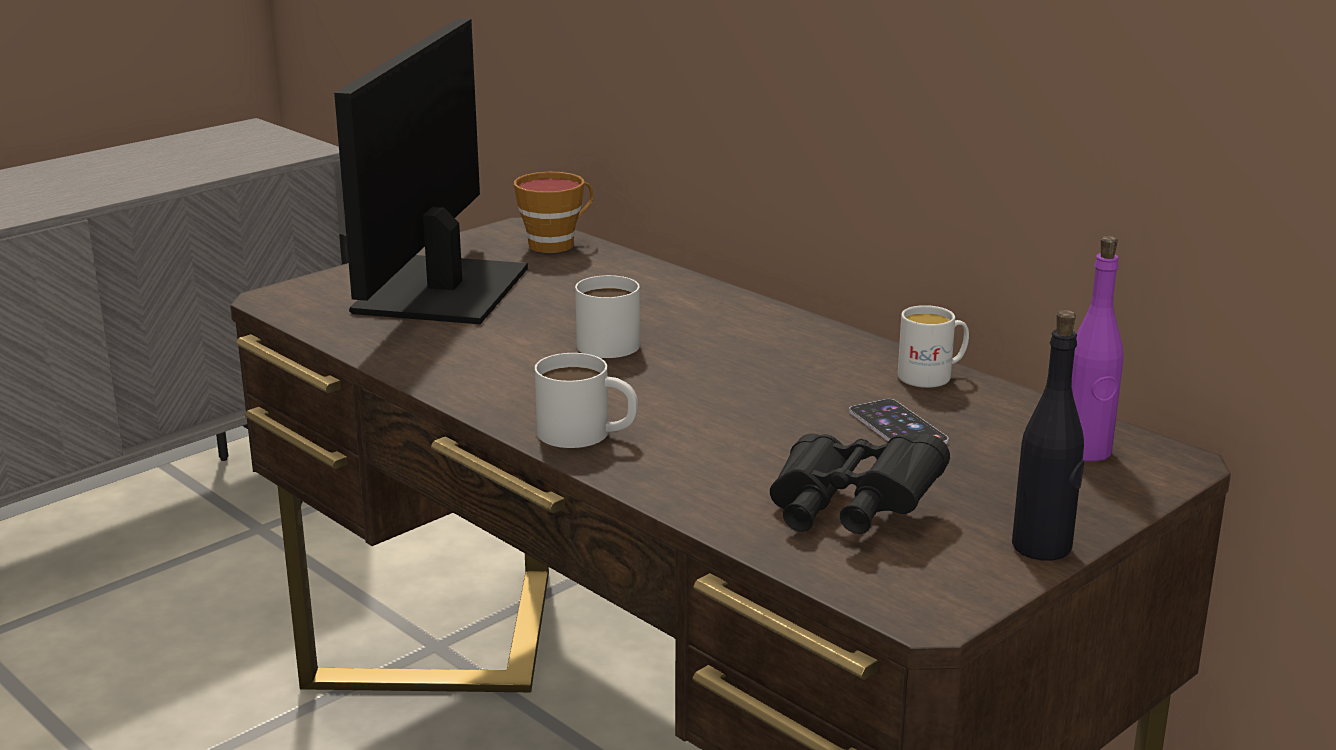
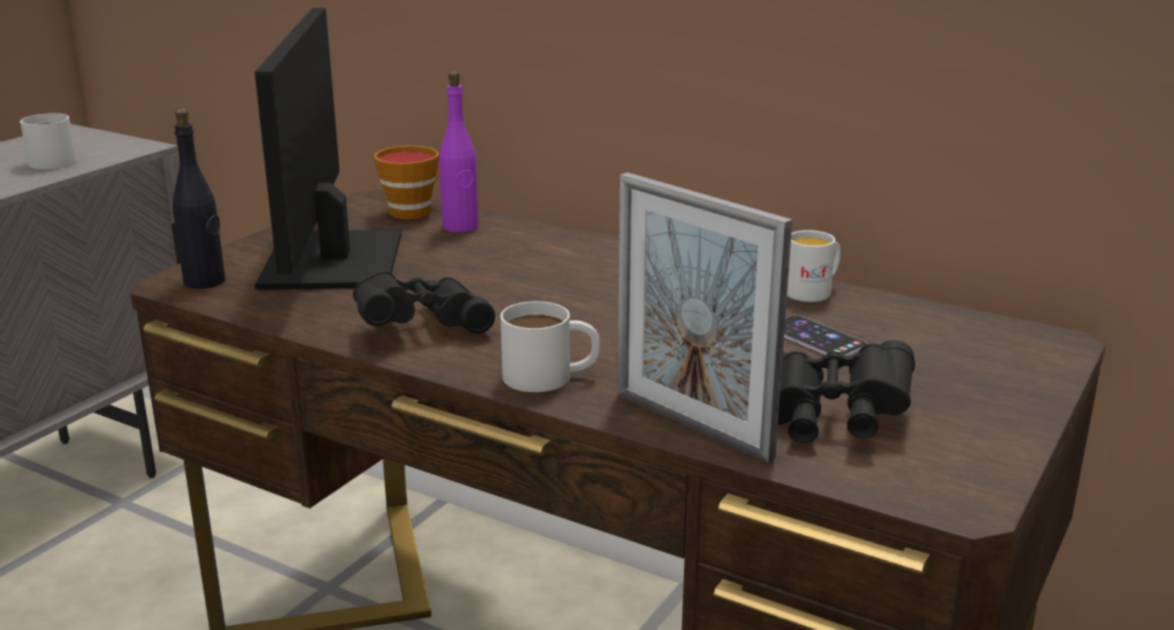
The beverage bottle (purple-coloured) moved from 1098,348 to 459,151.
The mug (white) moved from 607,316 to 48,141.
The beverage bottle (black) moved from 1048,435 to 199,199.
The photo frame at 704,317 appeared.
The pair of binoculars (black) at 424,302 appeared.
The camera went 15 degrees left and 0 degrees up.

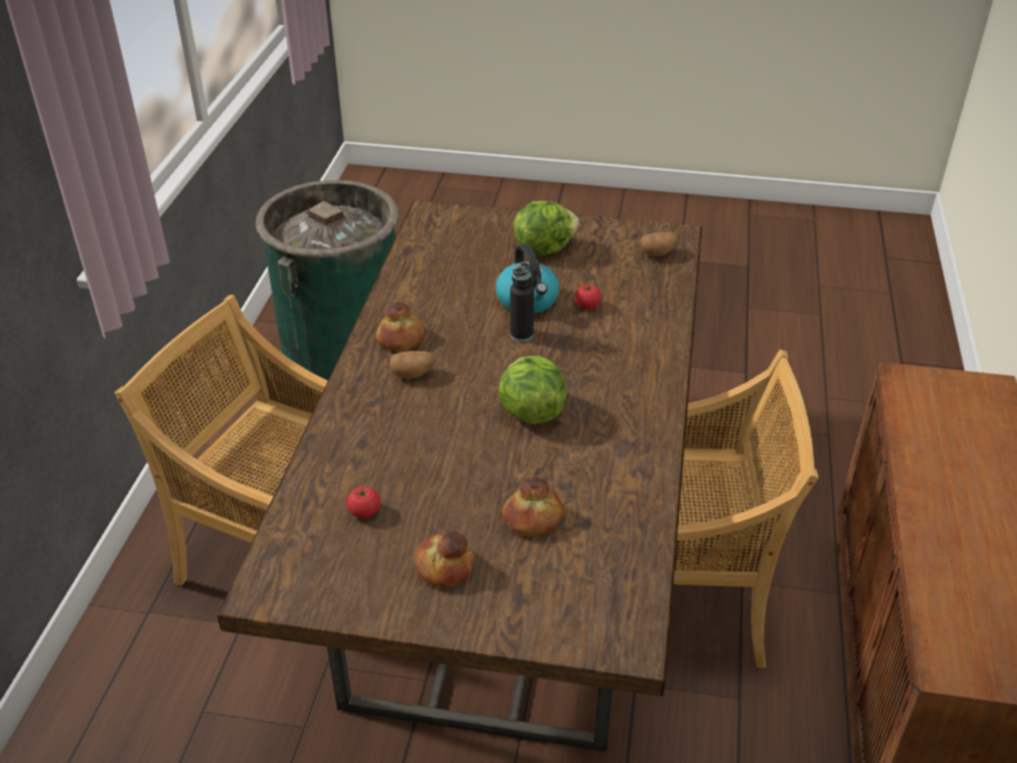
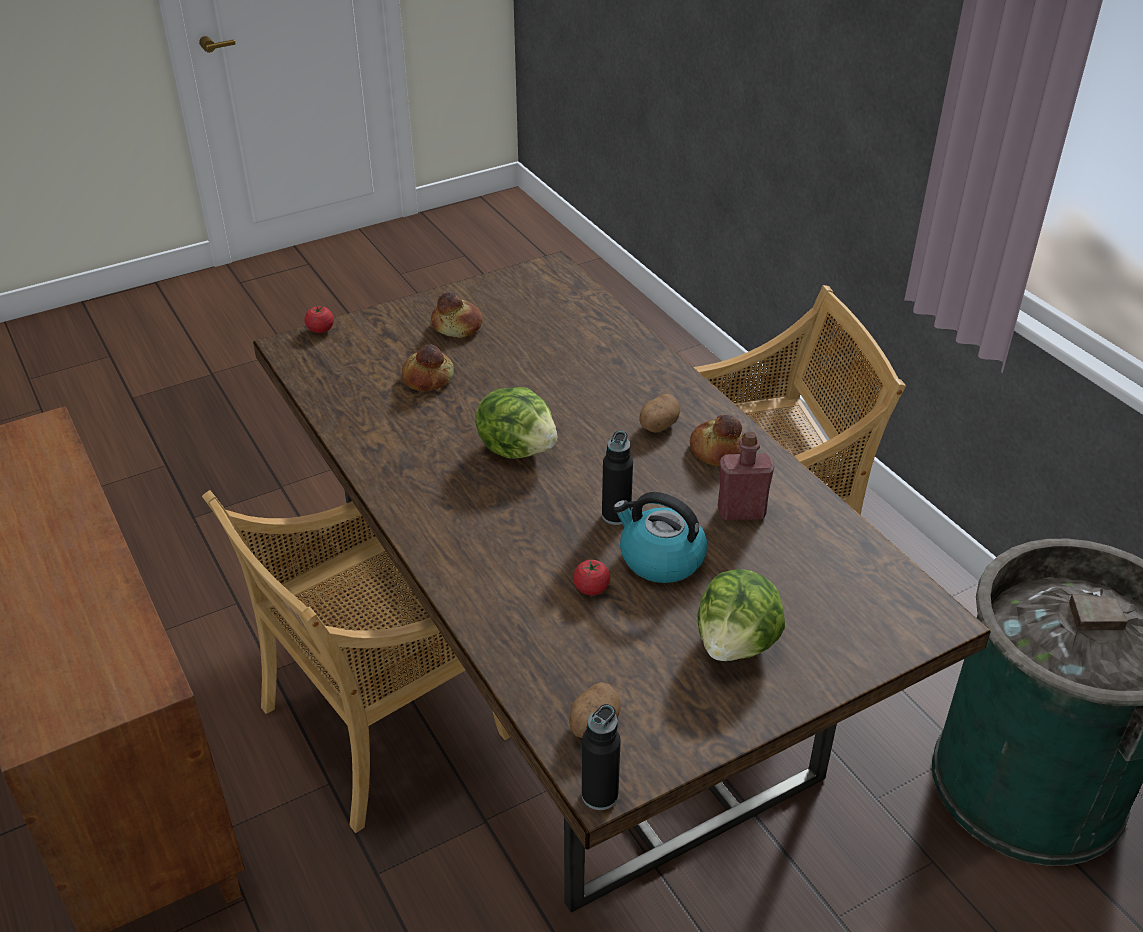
The whole tomato moved from 363,502 to 319,319.
The beverage bottle (red) at 746,476 appeared.
The beverage bottle (black) at 601,757 appeared.
The camera went 140 degrees right and 0 degrees up.

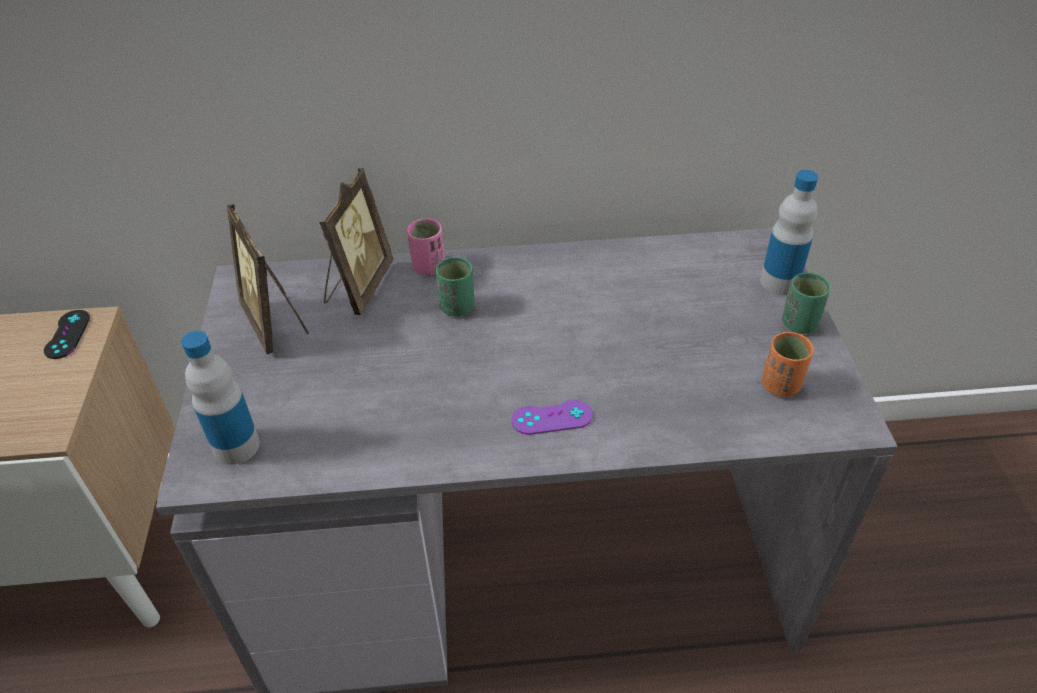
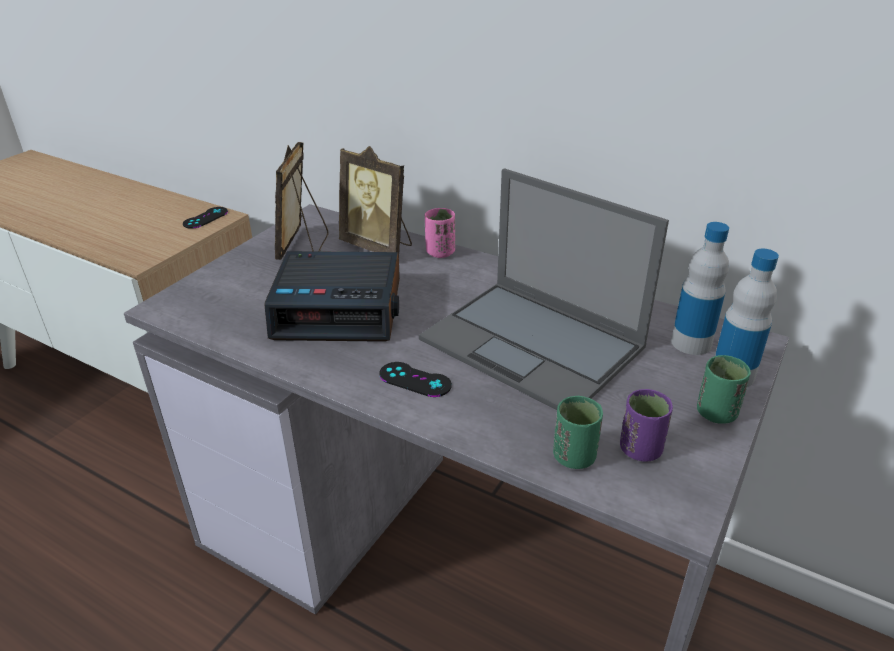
The photo frame at 356,241 turned 75 degrees clockwise.
The drinking cup (greenish) moved from 455,286 to 578,432.
The beverage bottle moved from 220,398 to 700,288.
The drinking cup (orange) at 788,364 became the drinking cup (purple-coloured) at 646,425.
The game controller (purple-coloured) at 552,417 became the game controller (black) at 415,379.
The notebook computer at 544,289 appeared.
The alarm clock at 332,296 appeared.
The camera went 35 degrees right and 10 degrees down.

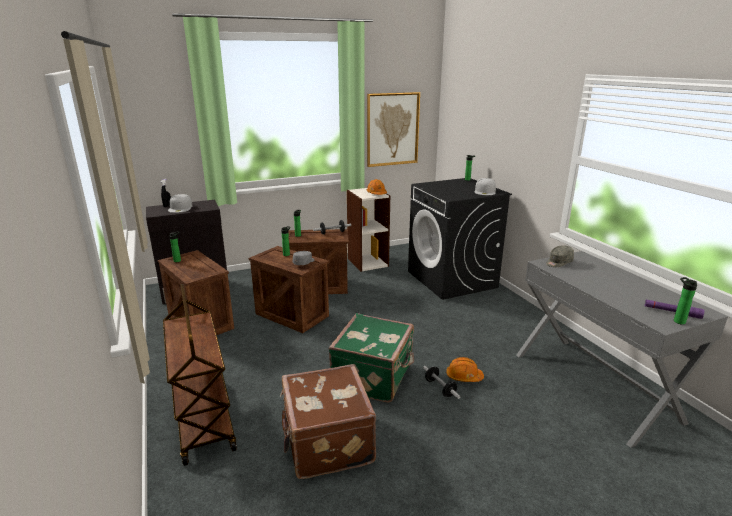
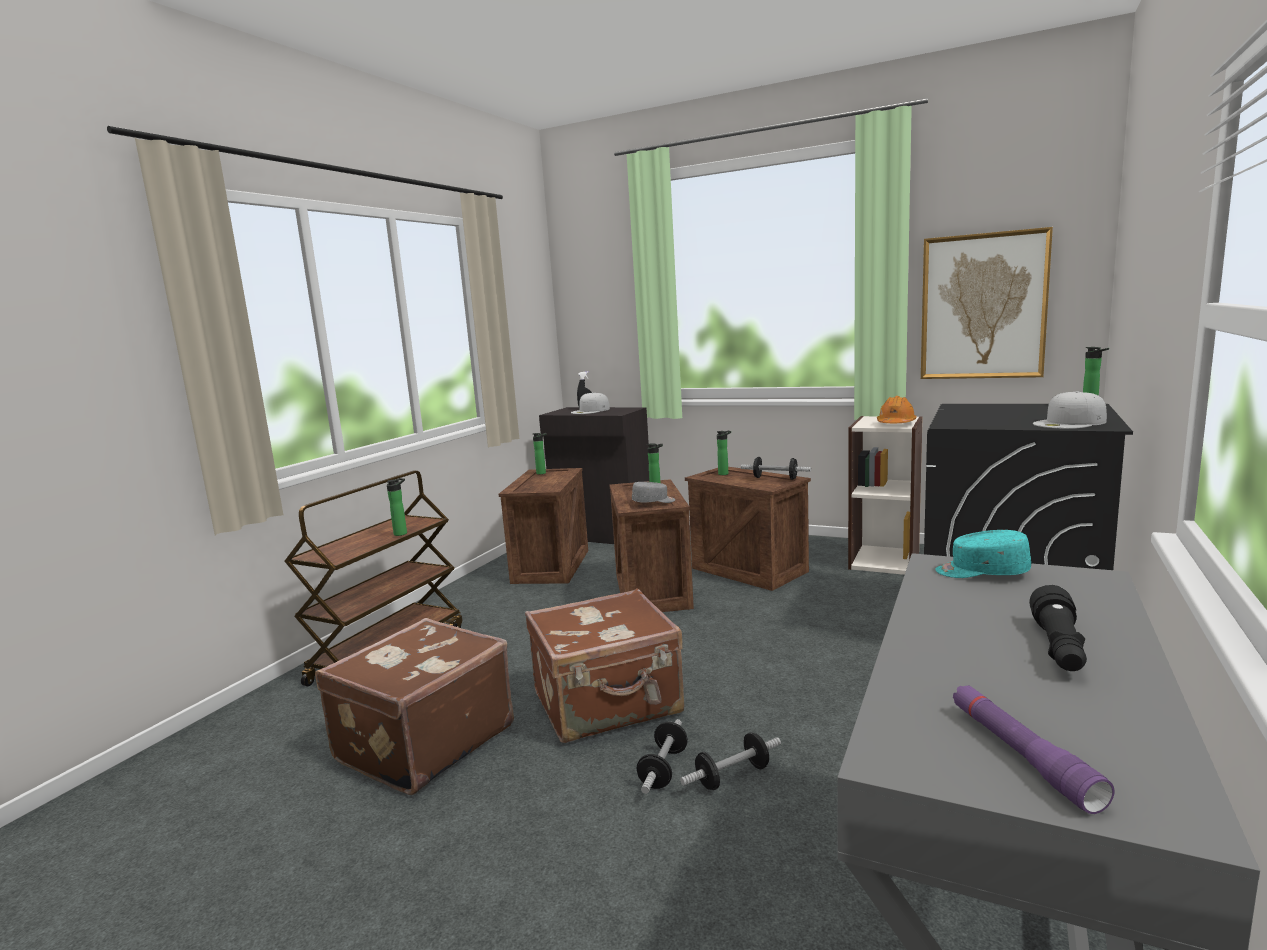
The cap (gray) at 560,256 became the cap (turquoise-coloured) at 983,554.
The beverage bottle moved from 685,301 to 397,507.
The travel case (greenish) at 371,358 became the travel case (brownish) at 604,665.
The work helmet (orange) at 465,369 was replaced by the free weight at 730,761.
The torch (black) at 1058,628 appeared.
The camera went 50 degrees right and 10 degrees down.

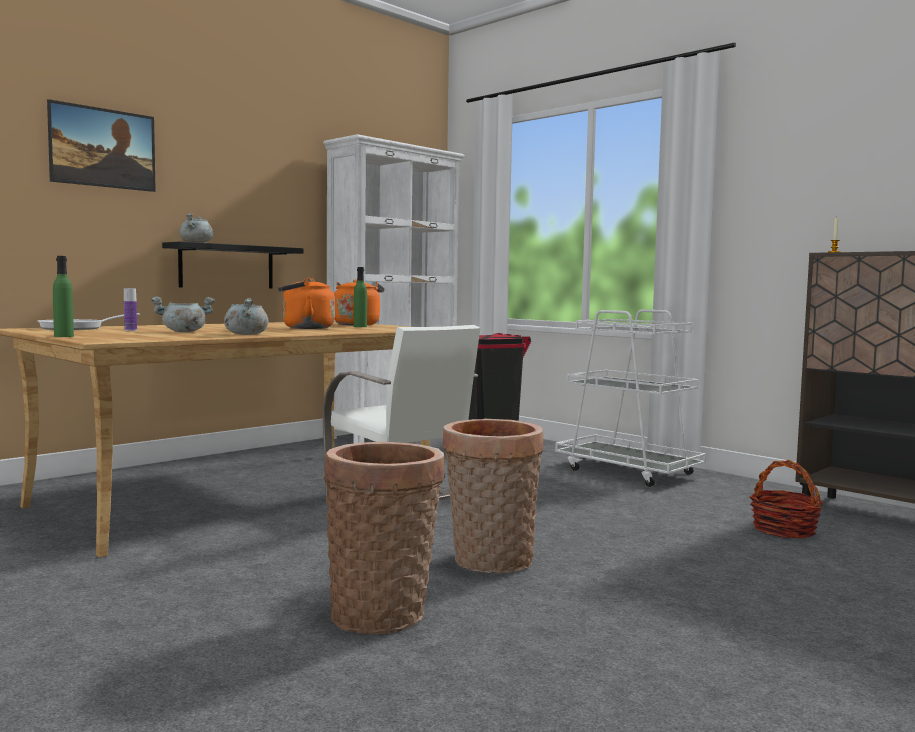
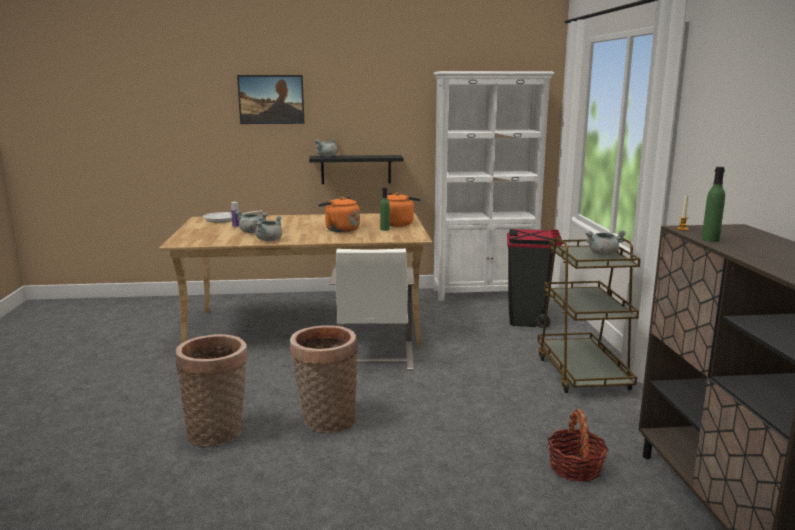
The beverage bottle (greenish) moved from 63,296 to 713,204.
The cart (white) at 630,398 became the cart (brownish) at 589,314.
The cooking pot (gray) at 606,243 appeared.
The camera went 40 degrees right and 10 degrees up.

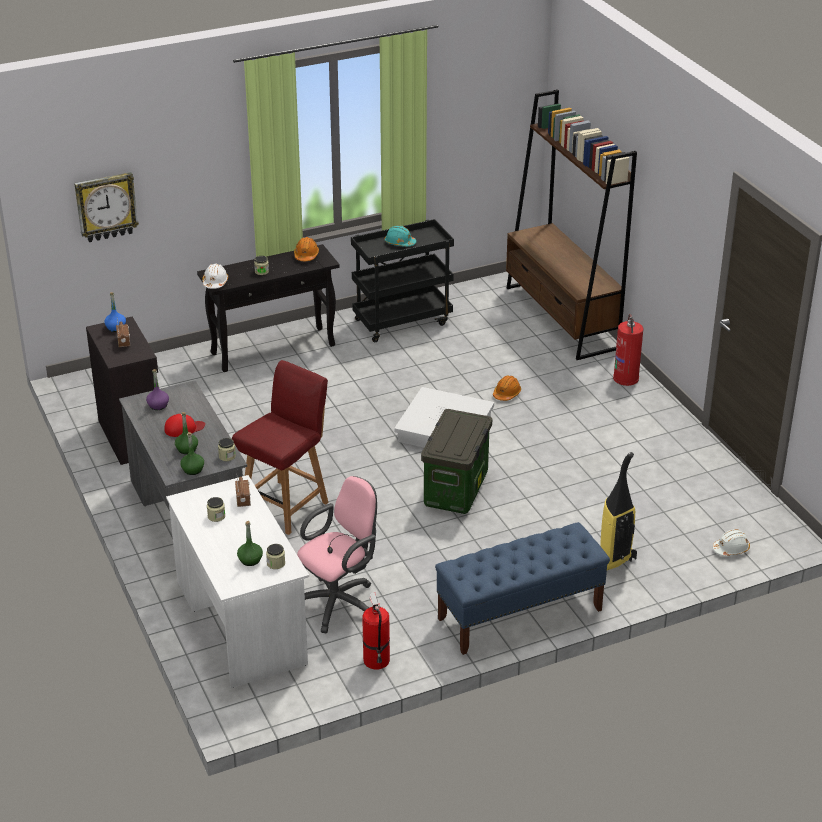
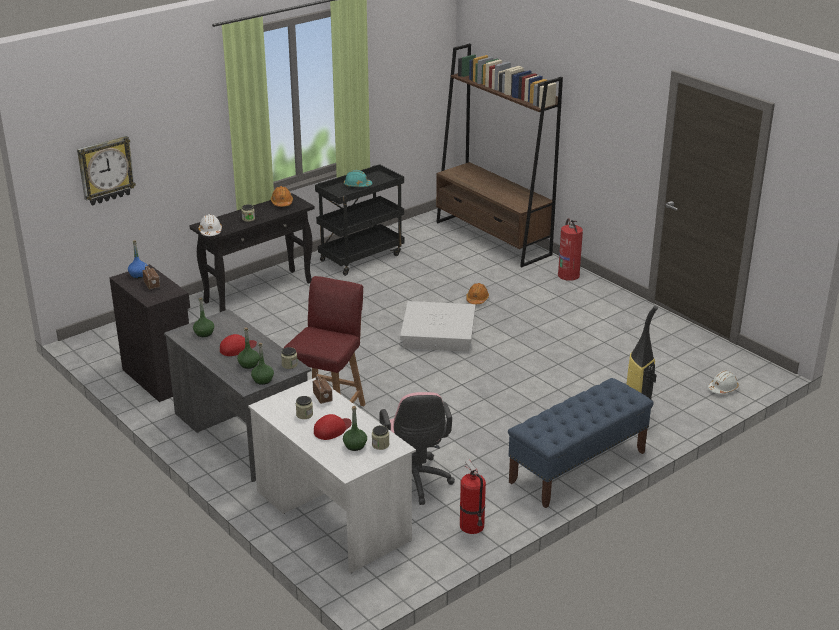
The beverage bottle (purple-coloured) at 157,389 became the beverage bottle (greenish) at 203,317.
The storage box at 456,461 disappeared.
The office chair (pinkish) at 337,554 turned 135 degrees clockwise.
The cap (red) at 333,427 appeared.
The camera went 15 degrees left and 5 degrees down.

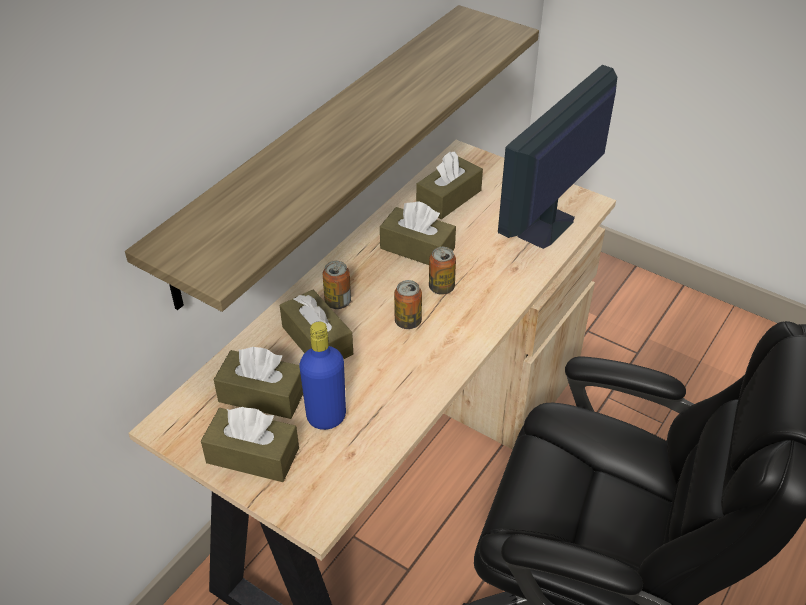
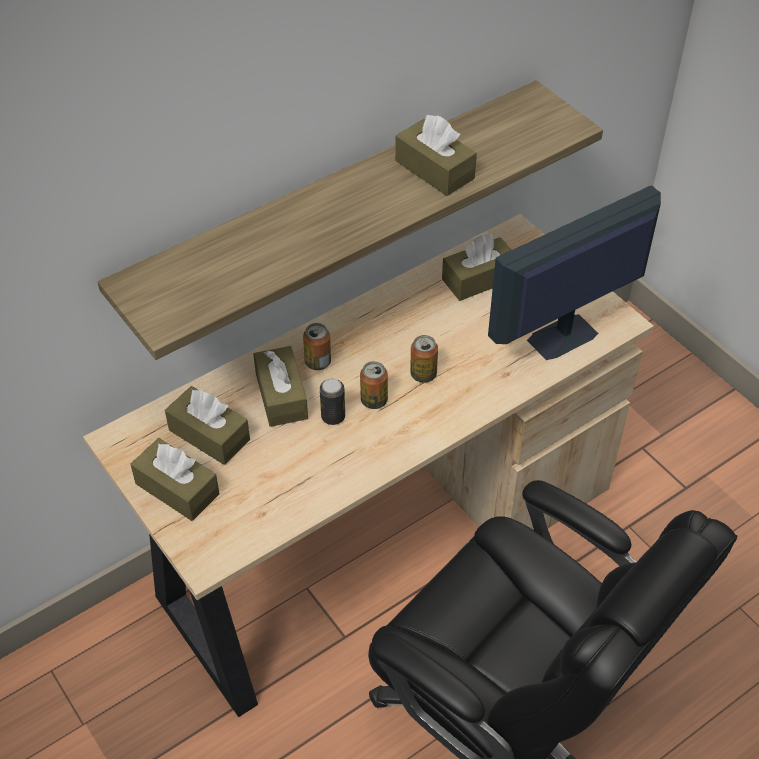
The box of tissues (brownish) moved from 418,233 to 436,155.
The beverage bottle (blue-coloured) at 322,375 disappeared.
The sealed can at 332,401 appeared.
The camera went 20 degrees right and 5 degrees up.

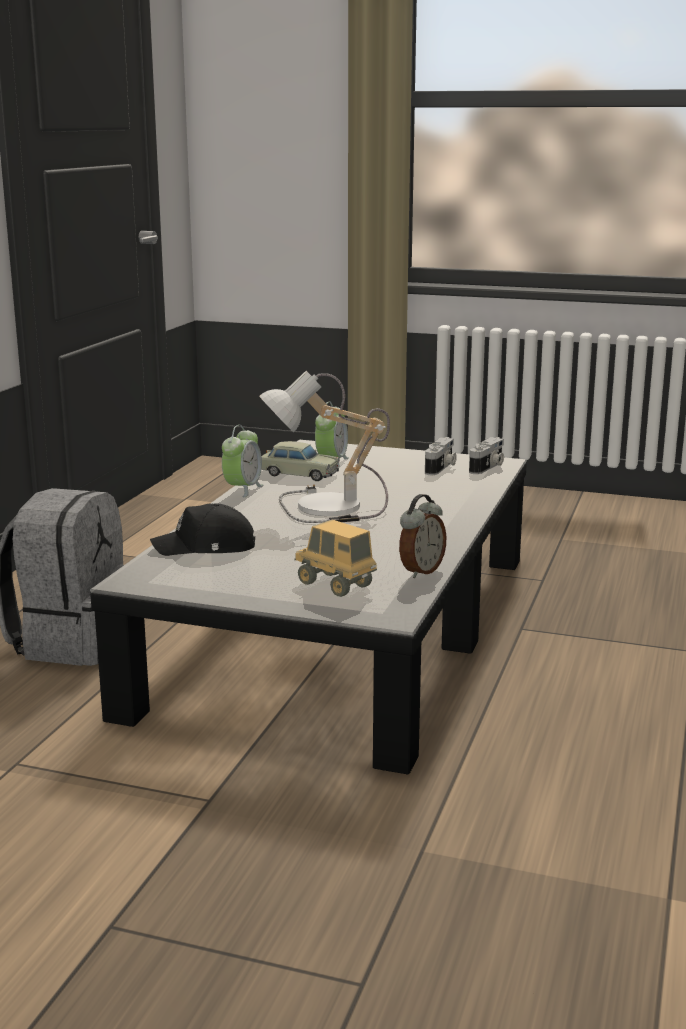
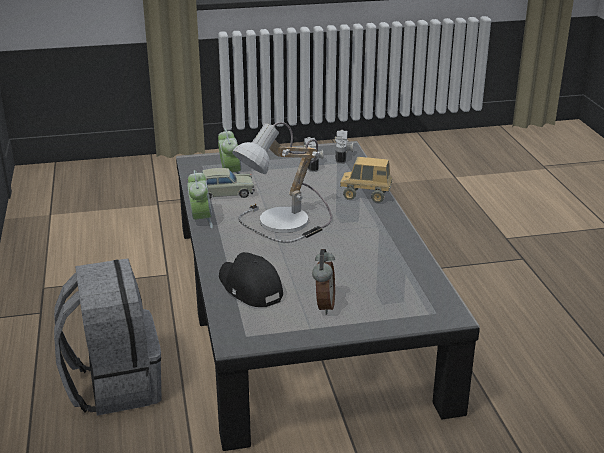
The alarm clock moved from 422,536 to 323,282.
The cap (black) at 202,529 turned 90 degrees clockwise.
The toy truck moved from 336,558 to 366,180.
The camera went 30 degrees left and 10 degrees up.

